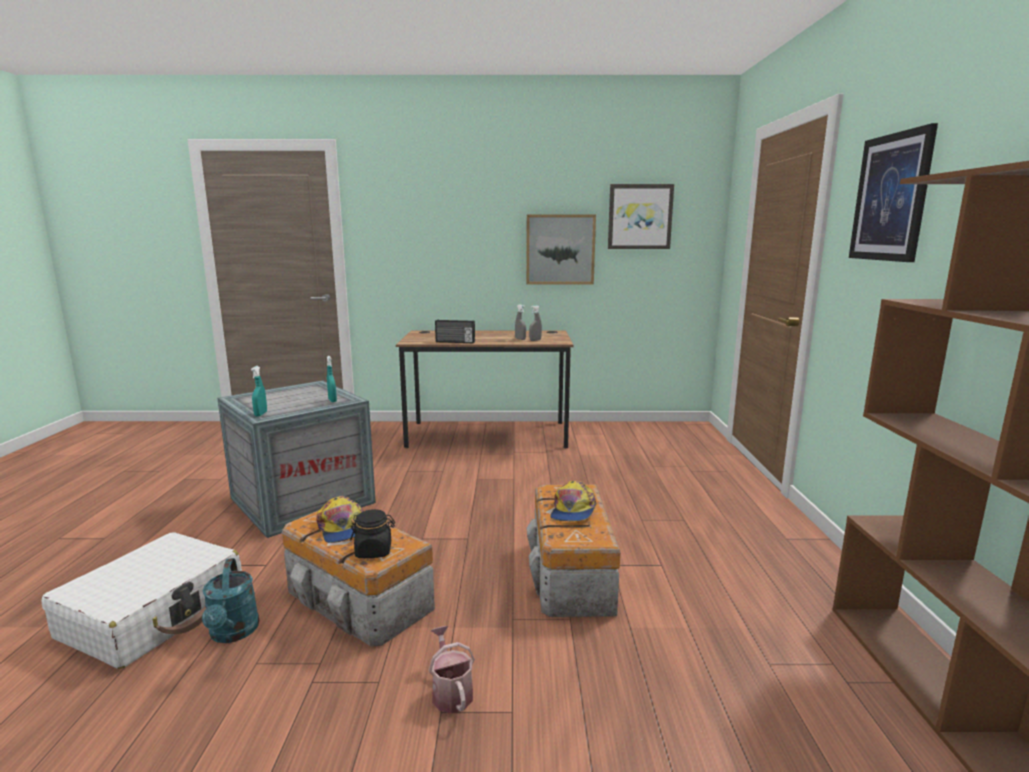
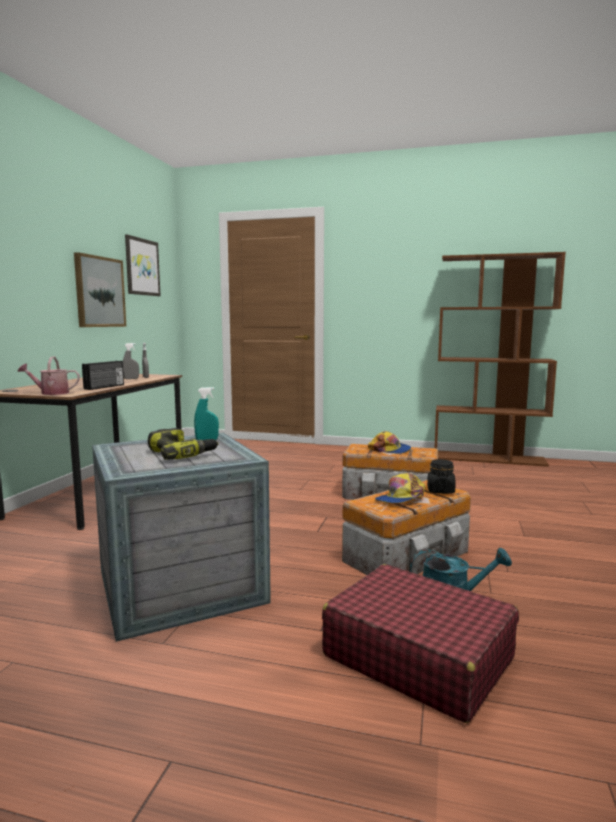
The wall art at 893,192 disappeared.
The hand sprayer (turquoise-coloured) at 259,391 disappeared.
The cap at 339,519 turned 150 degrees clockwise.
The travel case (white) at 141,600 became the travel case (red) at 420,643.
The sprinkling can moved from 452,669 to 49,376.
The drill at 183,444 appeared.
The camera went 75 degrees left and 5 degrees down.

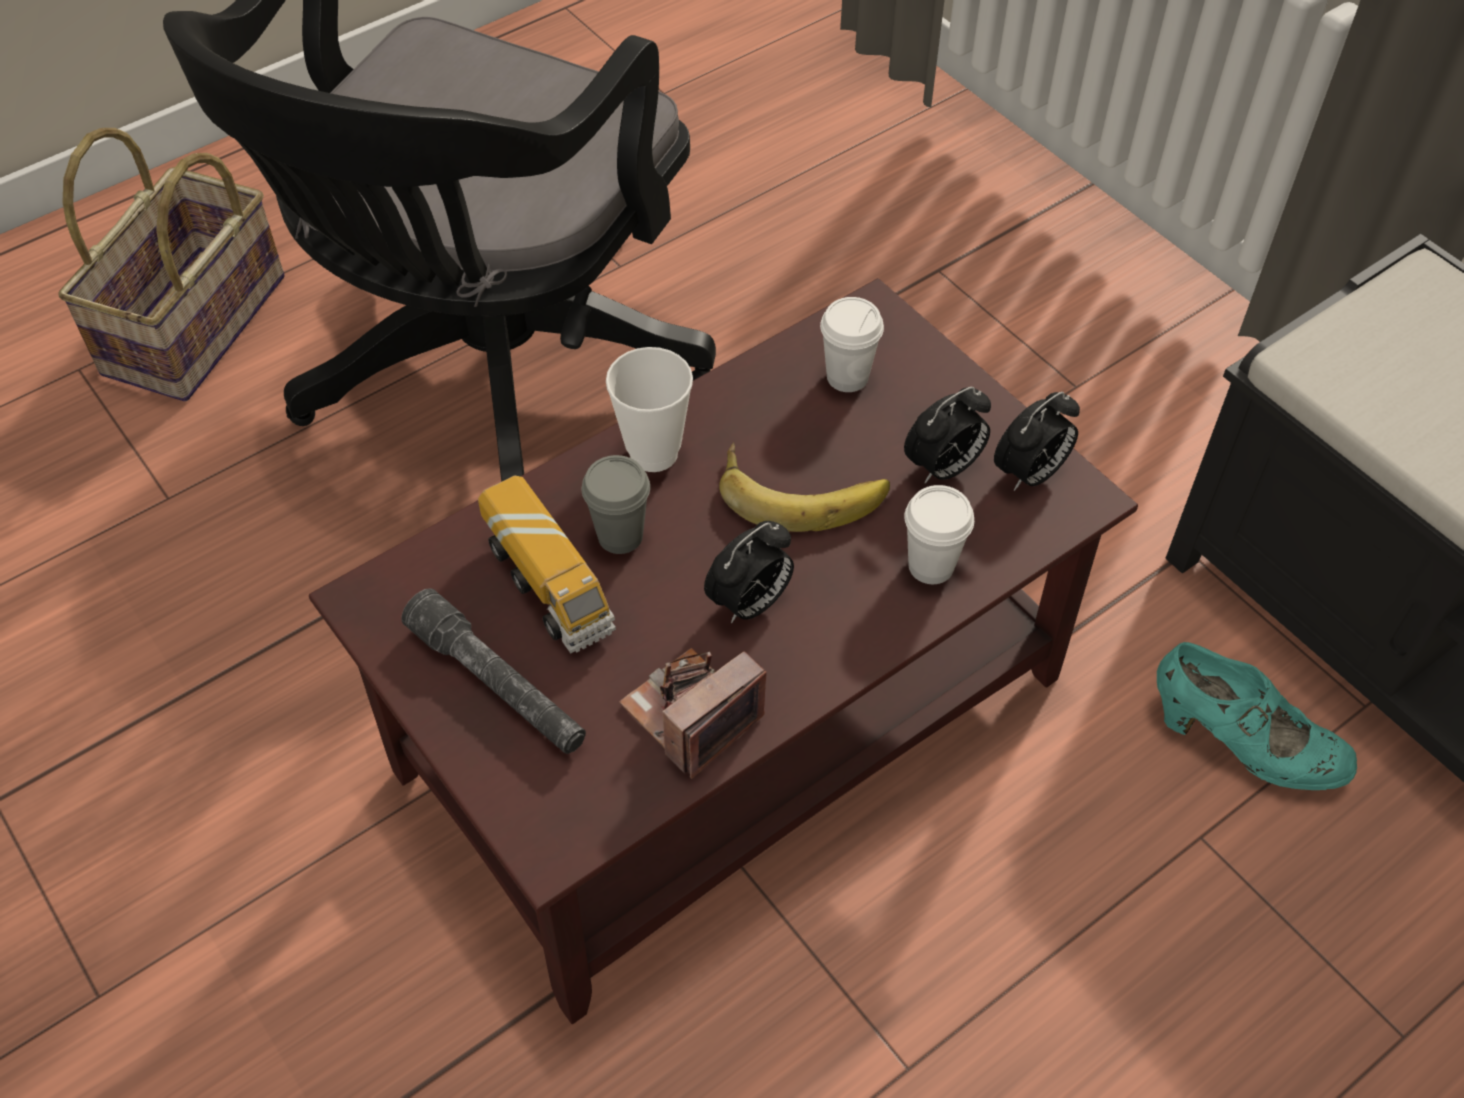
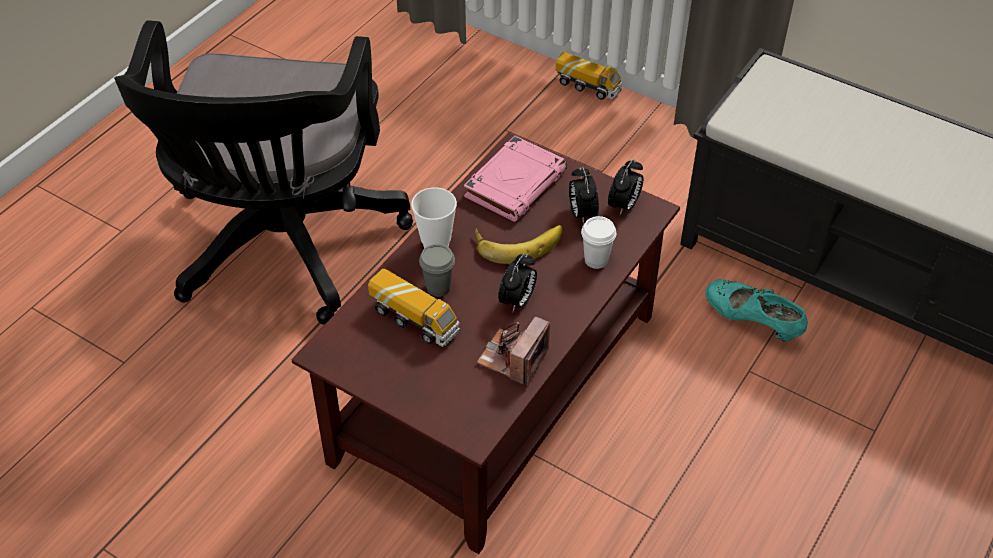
The household basket at 171,264 disappeared.
The drinking cup (white) at 852,344 was replaced by the volume (pinkish) at 515,179.
The alarm clock at 947,435 turned 135 degrees clockwise.
The torch (gray) at 493,671 disappeared.
The shoe (turquoise-coloured) at 1257,716 turned 150 degrees counterclockwise.
The toy truck at 589,76 appeared.
The camera went 20 degrees left and 5 degrees down.

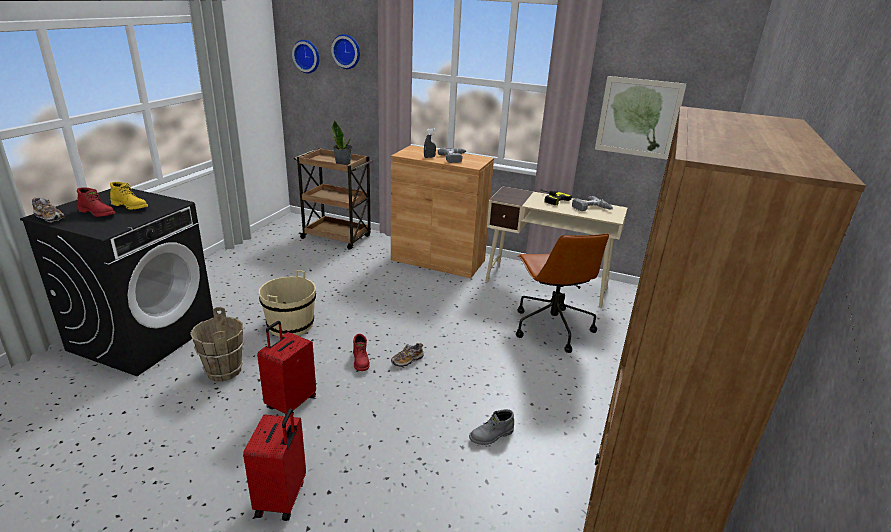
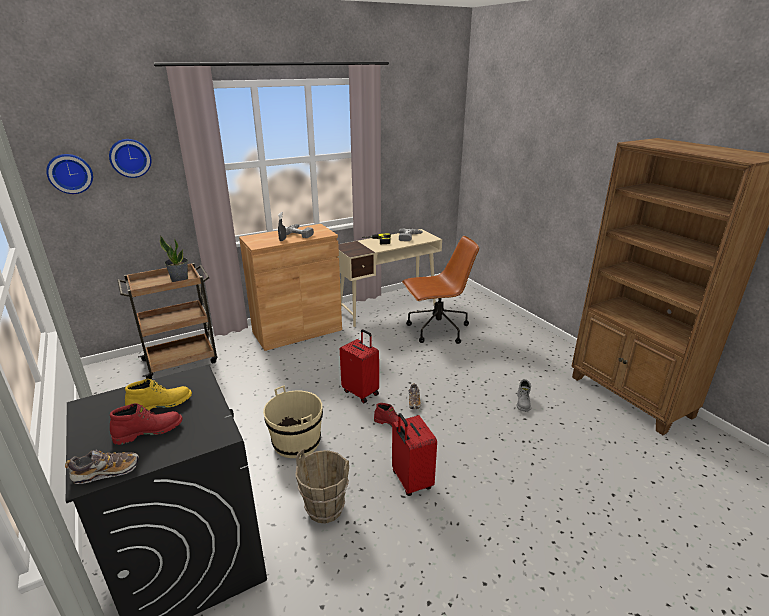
The wall art at 641,118 disappeared.
The office chair (brownish) at 562,293 turned 45 degrees counterclockwise.
The travel case (red) moved from 274,465 to 359,366.
The camera went 50 degrees left and 0 degrees up.

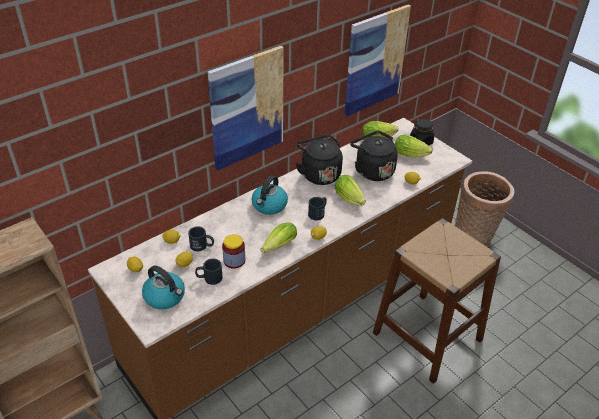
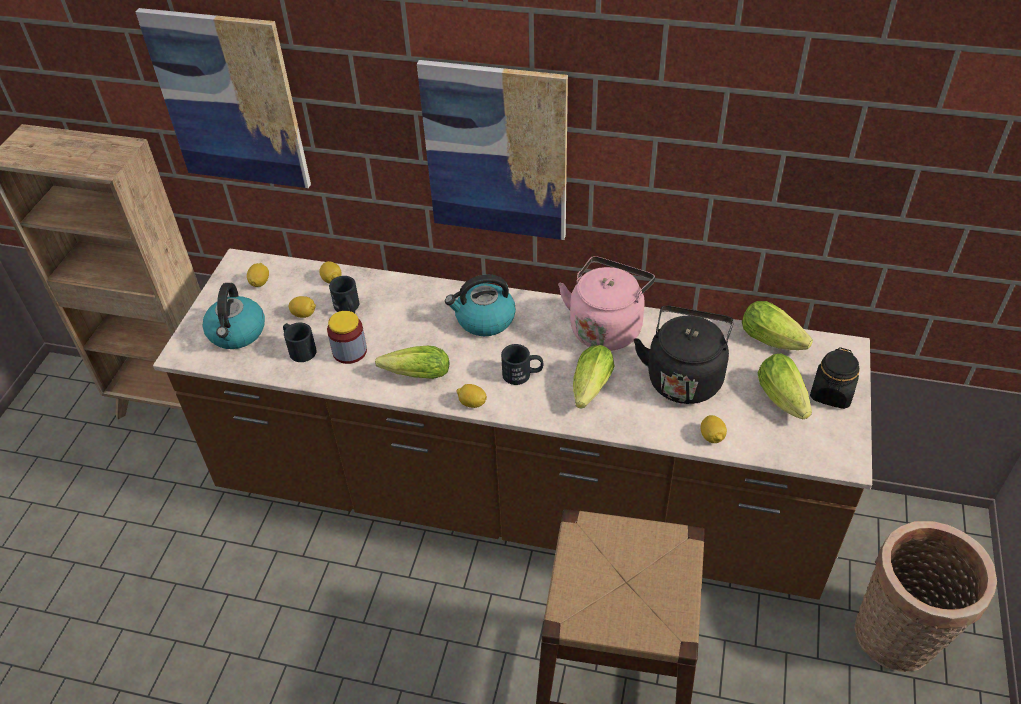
The wall art moved from 378,60 to 223,98.
The tea kettle (black) at 319,159 became the tea kettle (pinkish) at 606,303.
The camera went 55 degrees right and 5 degrees up.

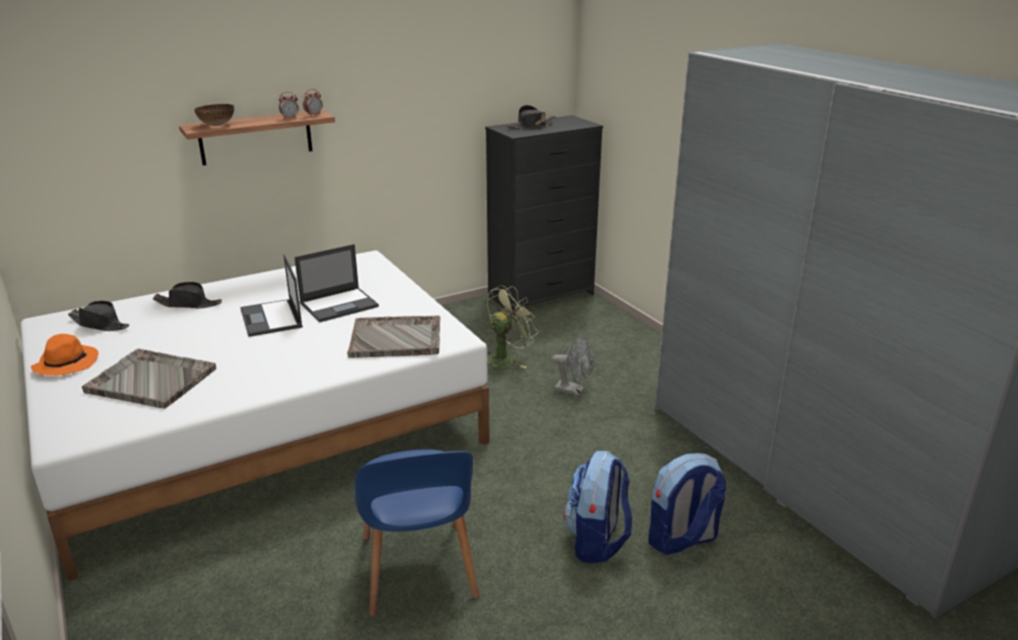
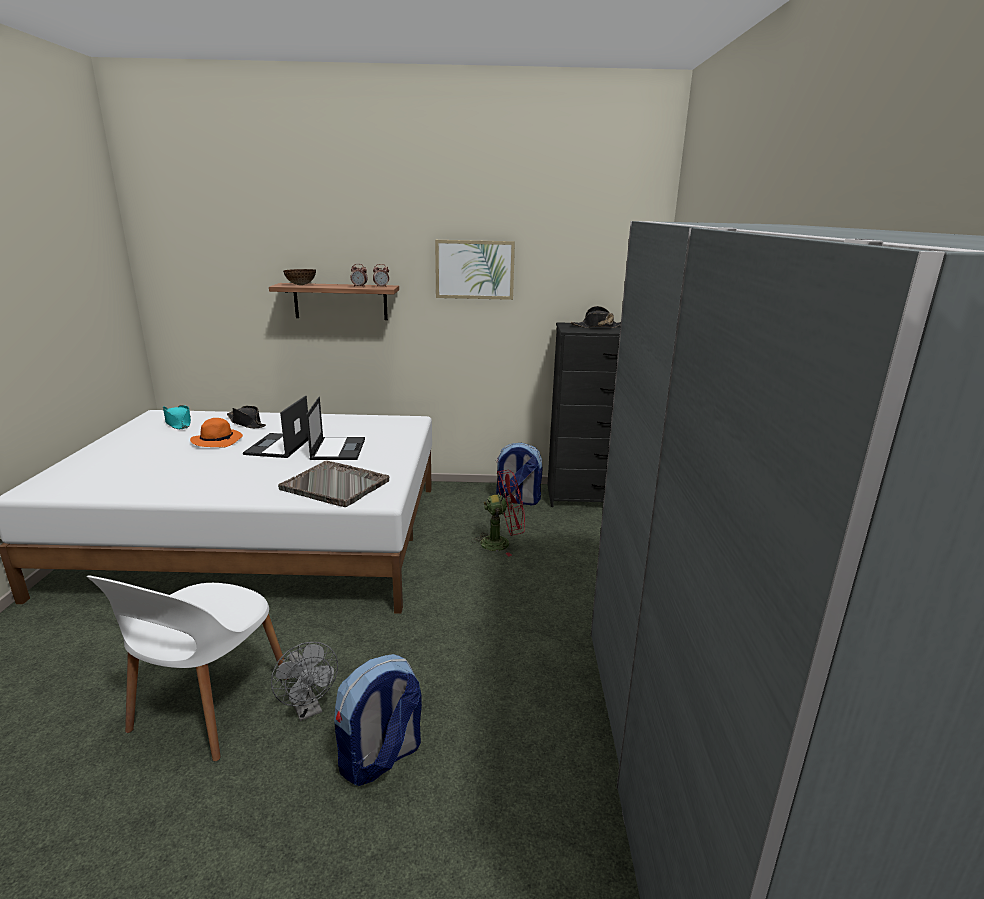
The notebook computer at 337,283 turned 90 degrees counterclockwise.
The cooling fan (greenish) at 513,327 became the cooling fan (red) at 498,513.
The wearable hat (black) at 98,316 became the wearable hat (turquoise-coloured) at 177,417.
The wearable hat (orange) moved from 65,355 to 216,432.
The cooling fan (gray) moved from 573,366 to 304,681.
The serving tray (gray) at 149,378 disappeared.
The upright chair (blue-coloured) at 417,532 became the upright chair (white) at 187,668.
The backpack moved from 687,504 to 519,474.
The wall art at 475,270 appeared.
The camera went 30 degrees right and 5 degrees down.

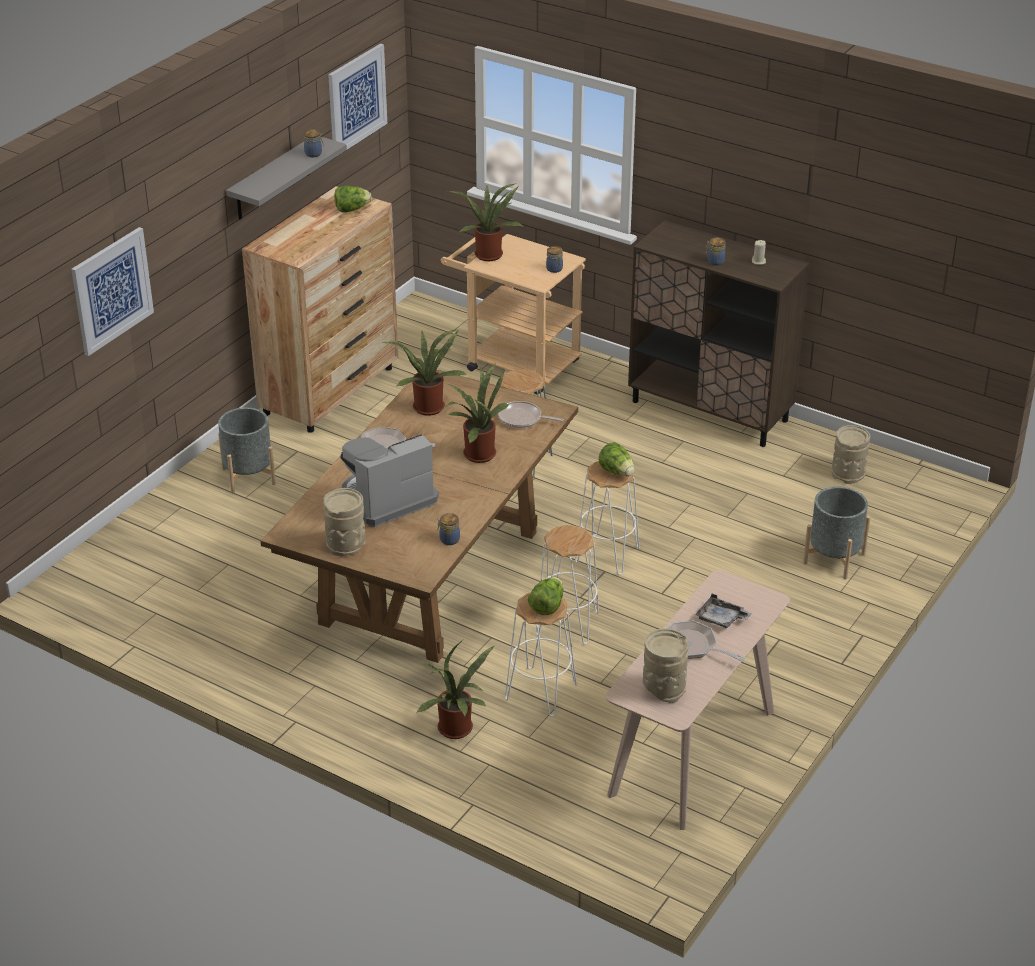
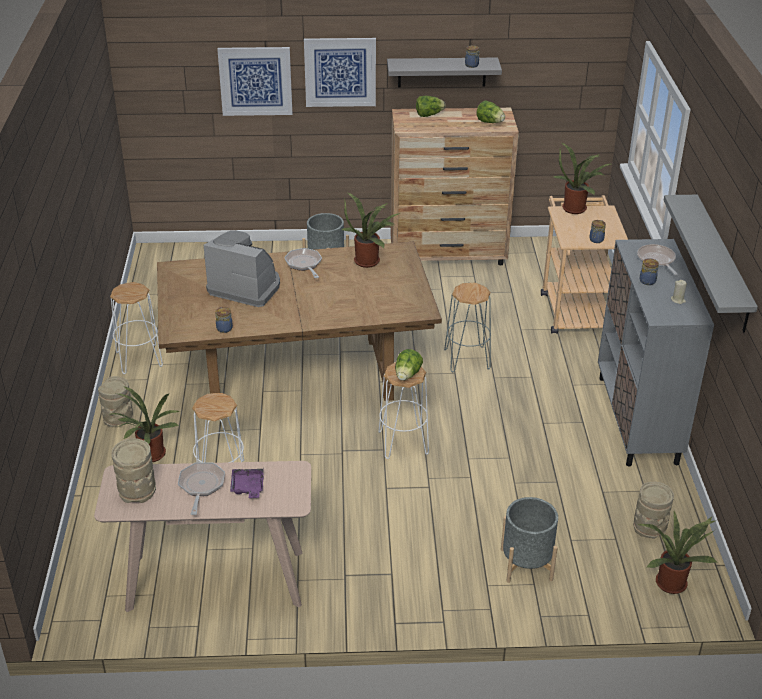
The wall art moved from 357,97 to 340,72.
The cabinet (brownish) at 718,333 became the cabinet (gray) at 656,353.
The houseplant moved from 477,413 to 677,552.
The frying pan moved from 531,414 to 657,259.
The flower vase (beige) moved from 344,522 to 115,401.
The stool (white) moved from 567,584 to 136,328.
The lettuce moved from 545,596 to 431,106.
The serving tray (gray) at 723,611 became the serving tray (purple-coloured) at 247,482.
The shelf (gray) at 711,263 appeared.
The camera went 55 degrees right and 0 degrees up.

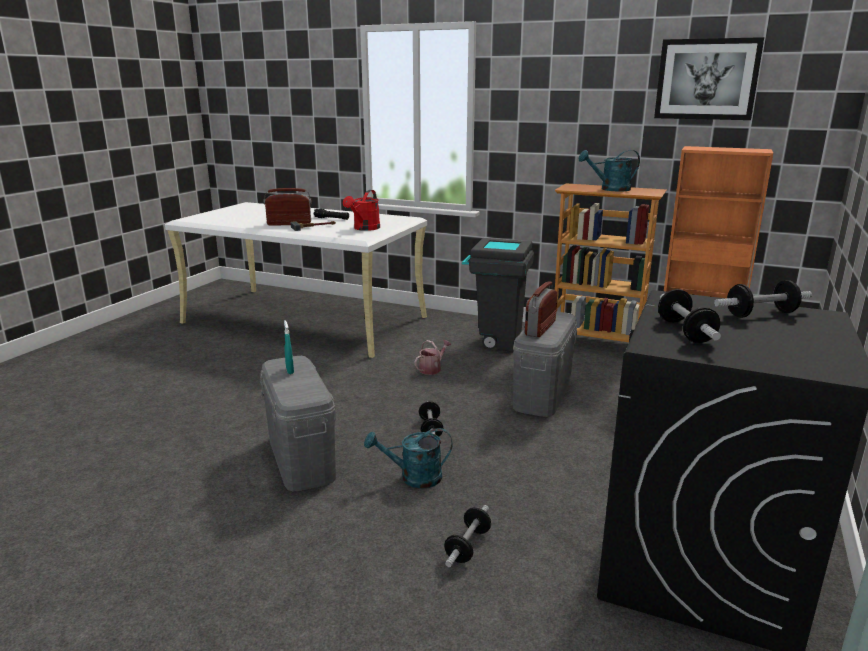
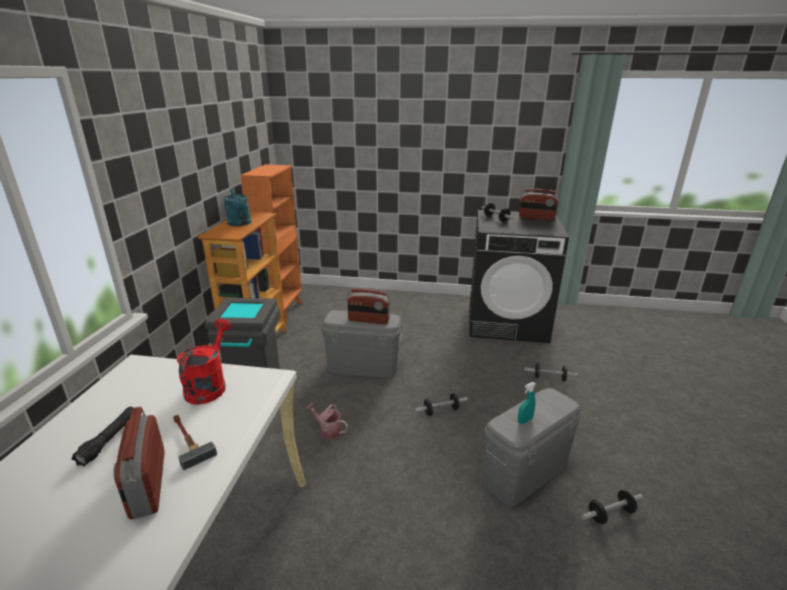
The wall art at 709,78 disappeared.
The sprinkling can (red) at 361,210 turned 90 degrees counterclockwise.
The free weight moved from 689,316 to 612,507.
The sprinkling can (turquoise-coloured) at 408,458 disappeared.
The radio at 539,204 appeared.
The camera went 105 degrees left and 5 degrees up.

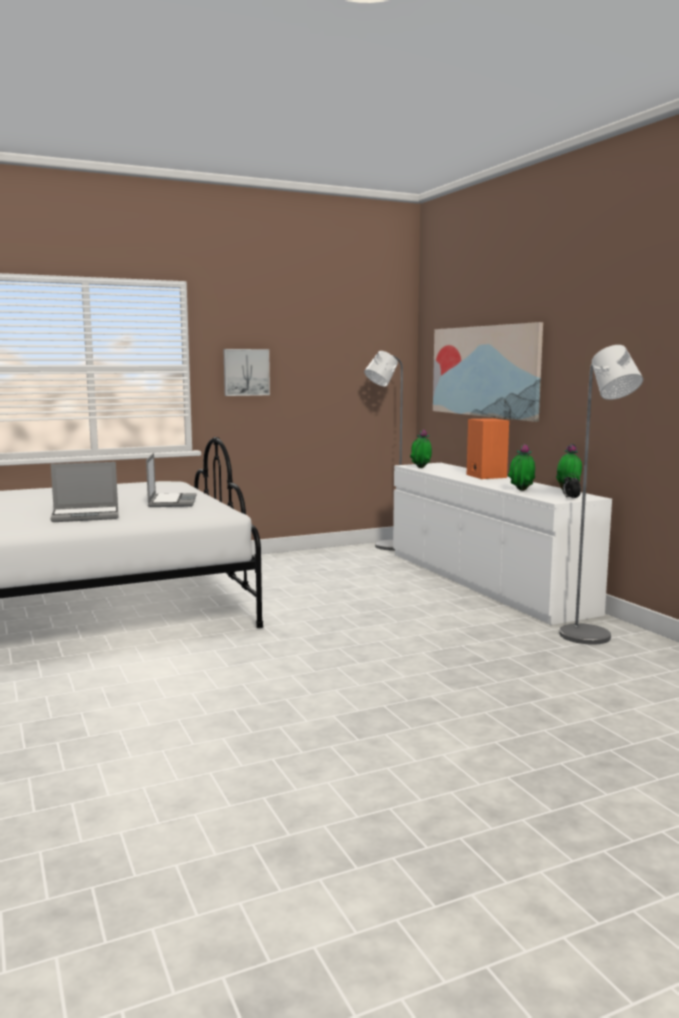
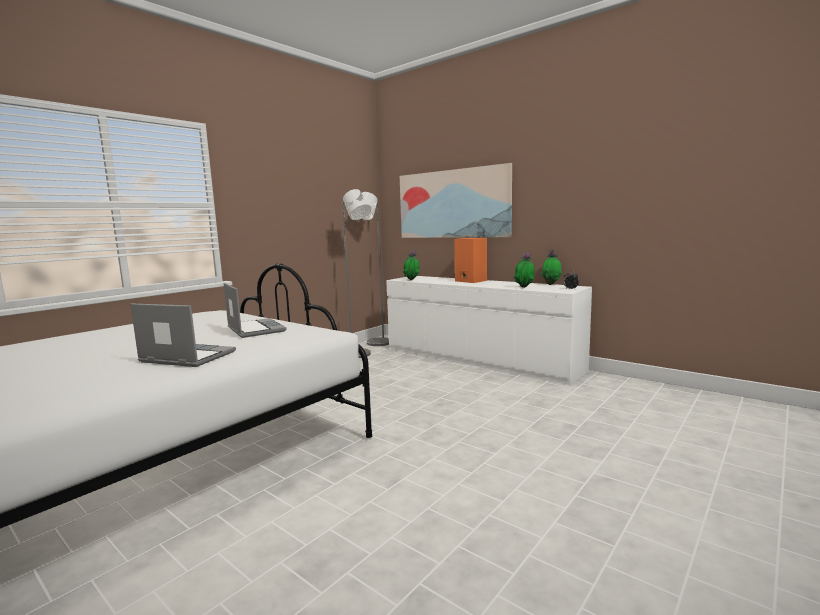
The floor lamp (gray) moved from 601,495 to 357,273.
The wall art at 246,372 disappeared.
The notebook computer at 84,492 turned 120 degrees counterclockwise.
The camera went 25 degrees left and 0 degrees up.

